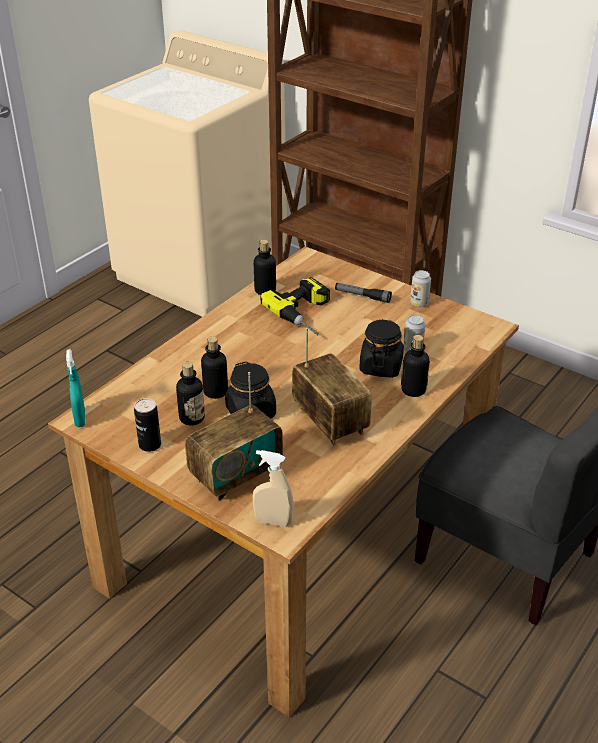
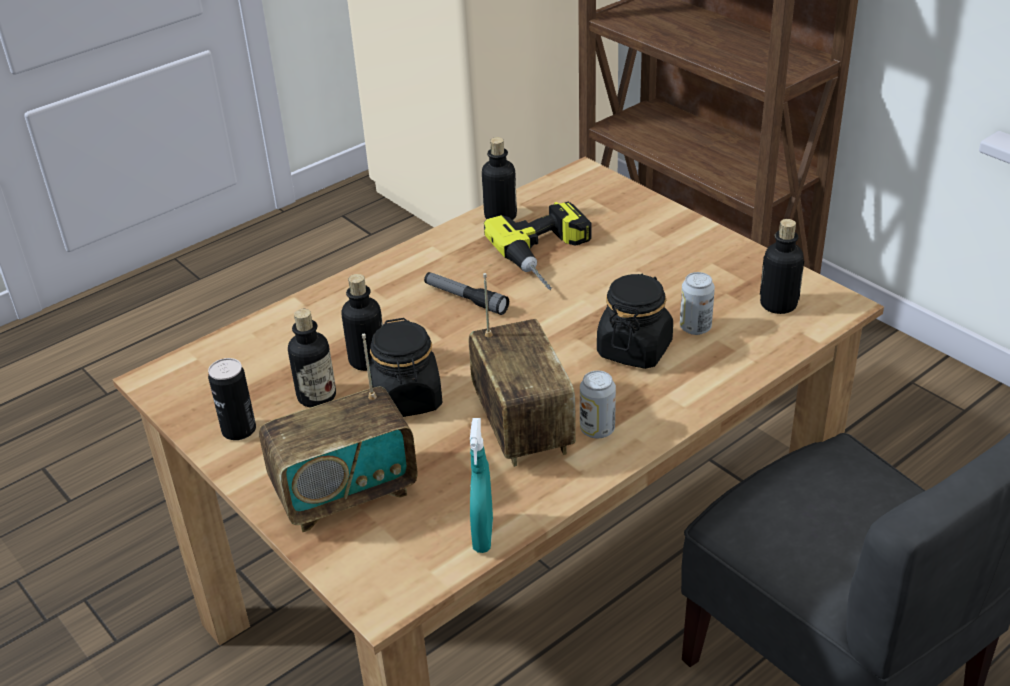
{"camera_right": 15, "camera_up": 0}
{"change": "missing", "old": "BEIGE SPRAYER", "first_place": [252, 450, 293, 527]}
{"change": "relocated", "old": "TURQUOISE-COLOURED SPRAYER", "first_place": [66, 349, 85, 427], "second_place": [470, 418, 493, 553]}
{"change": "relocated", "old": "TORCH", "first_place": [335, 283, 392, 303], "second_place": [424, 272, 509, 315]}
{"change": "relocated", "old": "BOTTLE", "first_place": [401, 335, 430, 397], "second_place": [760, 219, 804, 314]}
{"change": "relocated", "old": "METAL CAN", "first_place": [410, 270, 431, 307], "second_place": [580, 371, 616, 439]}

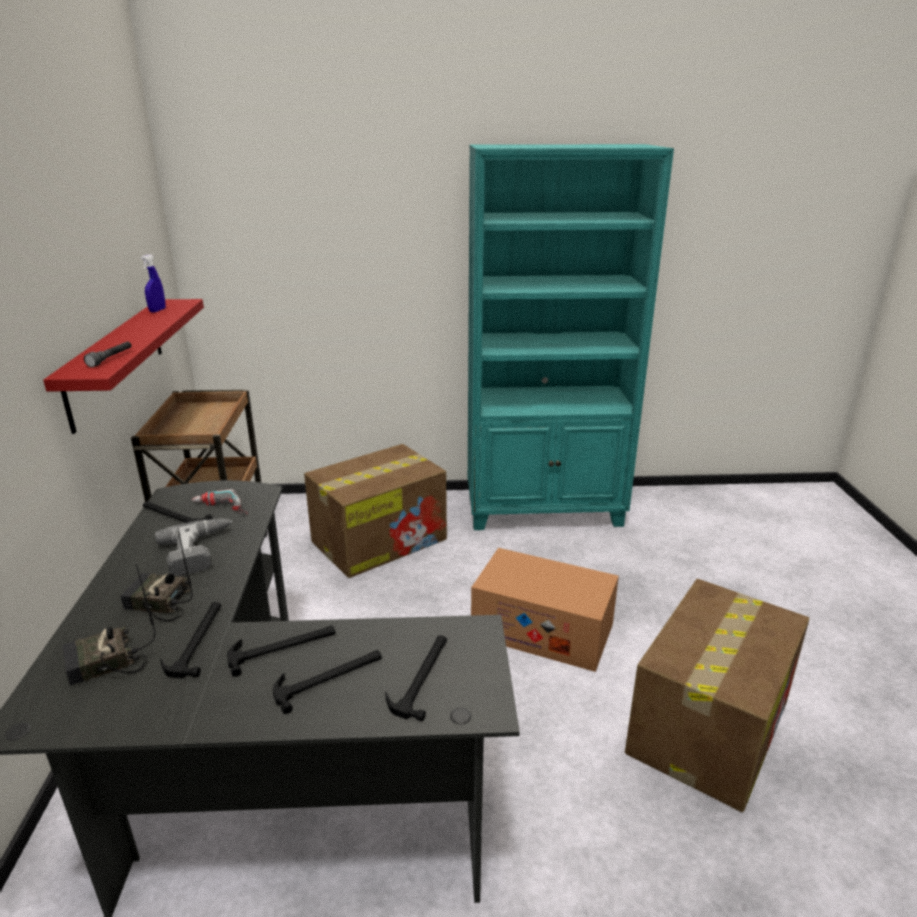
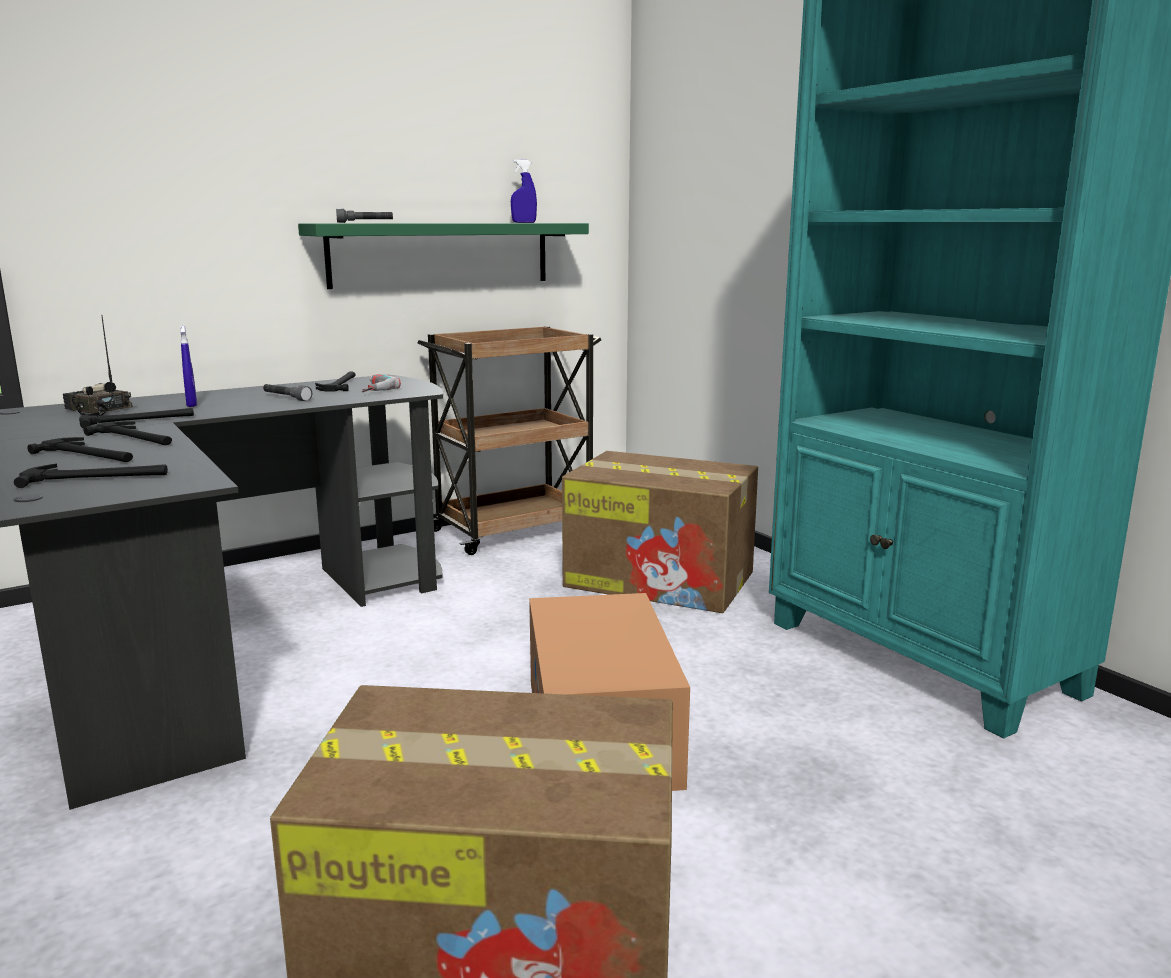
{"camera_right": 60, "camera_up": -10}
{"change": "exchanged", "old": "RADIO SET", "new": "BLUE SPRAYER", "first_place": [120, 528, 193, 622], "second_place": [180, 326, 197, 407]}
{"change": "exchanged", "old": "ELECTRIC DRILL", "new": "GRAY TORCH", "first_place": [155, 519, 232, 577], "second_place": [263, 384, 312, 401]}
{"change": "colour", "old": "RED-COLOURED WALL SHELF", "new": "GREENISH WALL SHELF", "first_place": [43, 299, 204, 434], "second_place": [298, 223, 589, 289]}

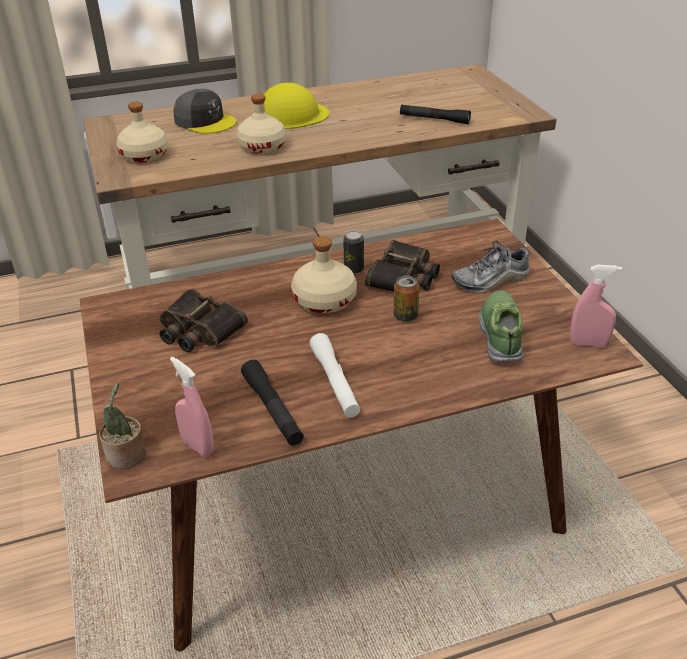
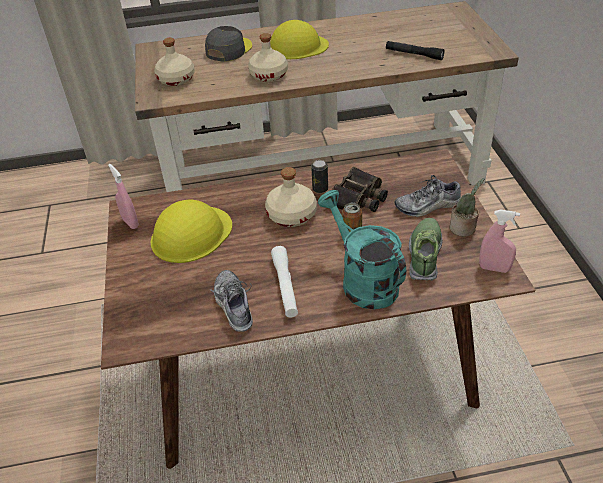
{"camera_right": 10, "camera_up": 5}
{"change": "appeared", "new": "TURQUOISE-COLOURED WATERING CAN", "second_place": [318, 190, 406, 309]}
{"change": "relocated", "old": "HOUSEPLANT", "first_place": [99, 383, 146, 469], "second_place": [450, 178, 485, 237]}
{"change": "relocated", "old": "PINK SPRAYER", "first_place": [170, 357, 214, 457], "second_place": [108, 164, 139, 229]}
{"change": "exchanged", "old": "BINOCULARS", "new": "YELLOW-COLOURED SAFETY HELMET", "first_place": [159, 289, 248, 353], "second_place": [151, 200, 232, 263]}
{"change": "exchanged", "old": "BLACKISH TORCH", "new": "LOW SHOE", "first_place": [241, 360, 304, 446], "second_place": [209, 270, 253, 332]}
{"change": "spun", "old": "GRAY BASEBALL CAP", "first_place": [173, 89, 237, 134], "second_place": [205, 26, 252, 62], "degrees": -105}

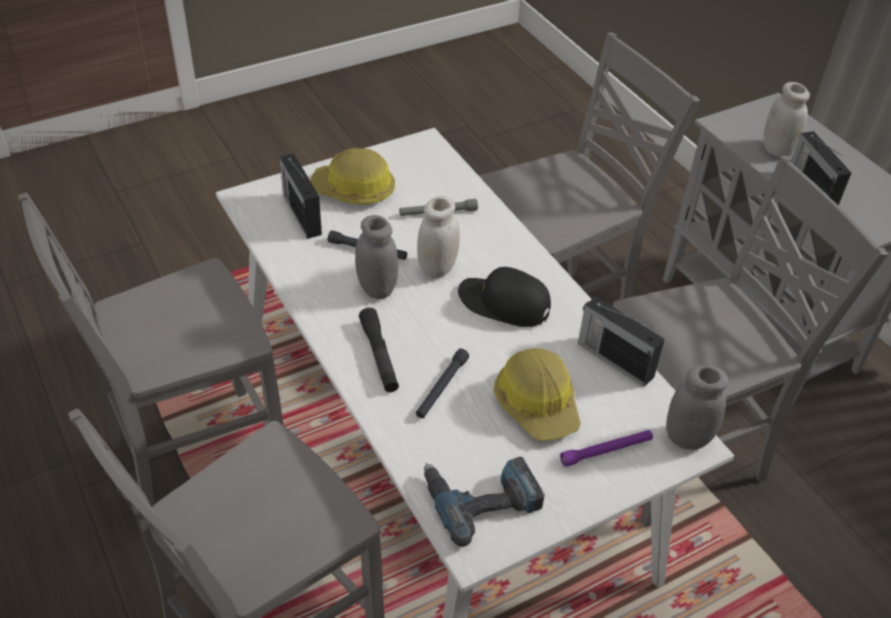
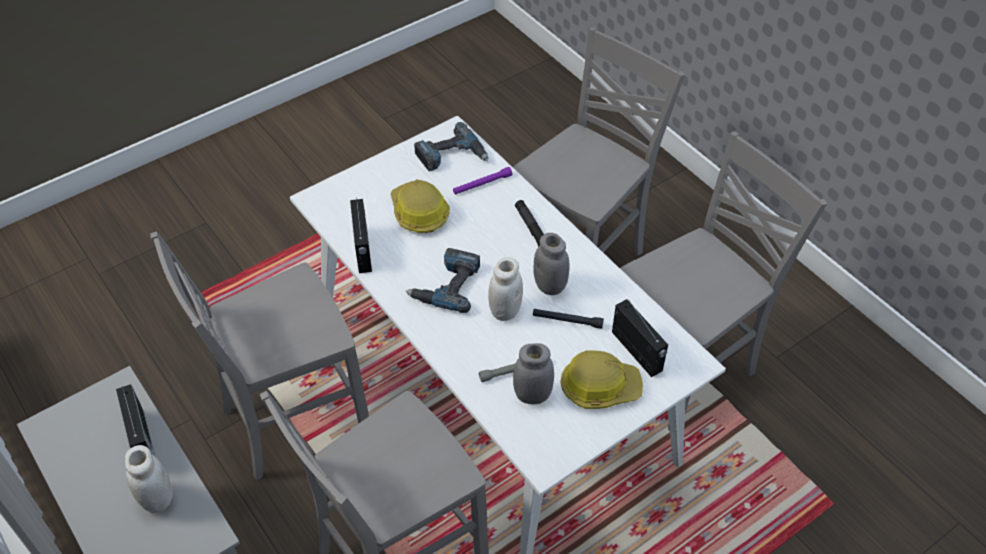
{"camera_right": 175, "camera_up": 5}
{"change": "missing", "old": "BLACKISH TORCH", "first_place": [416, 348, 469, 418]}
{"change": "relocated", "old": "PURPLE-COLOURED TORCH", "first_place": [560, 430, 653, 467], "second_place": [453, 167, 512, 195]}
{"change": "relocated", "old": "GRAY JAR", "first_place": [666, 365, 728, 450], "second_place": [513, 343, 554, 404]}
{"change": "exchanged", "old": "BLACKISH BASEBALL CAP", "new": "ELECTRIC DRILL", "first_place": [458, 267, 551, 327], "second_place": [405, 248, 480, 313]}
{"change": "spun", "old": "RADIO SET", "first_place": [578, 296, 665, 387], "second_place": [350, 197, 372, 273], "degrees": 45}

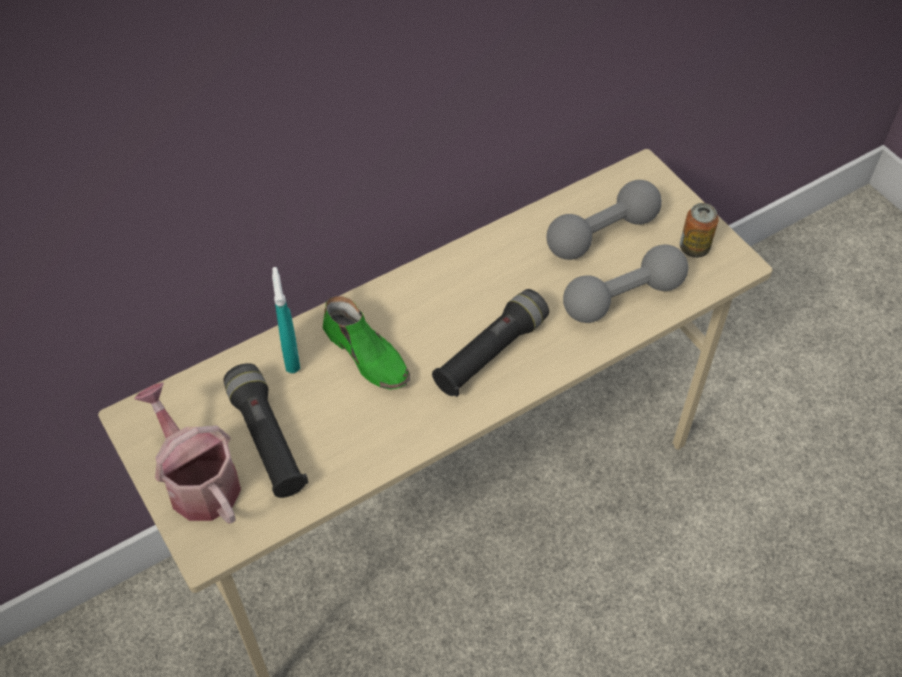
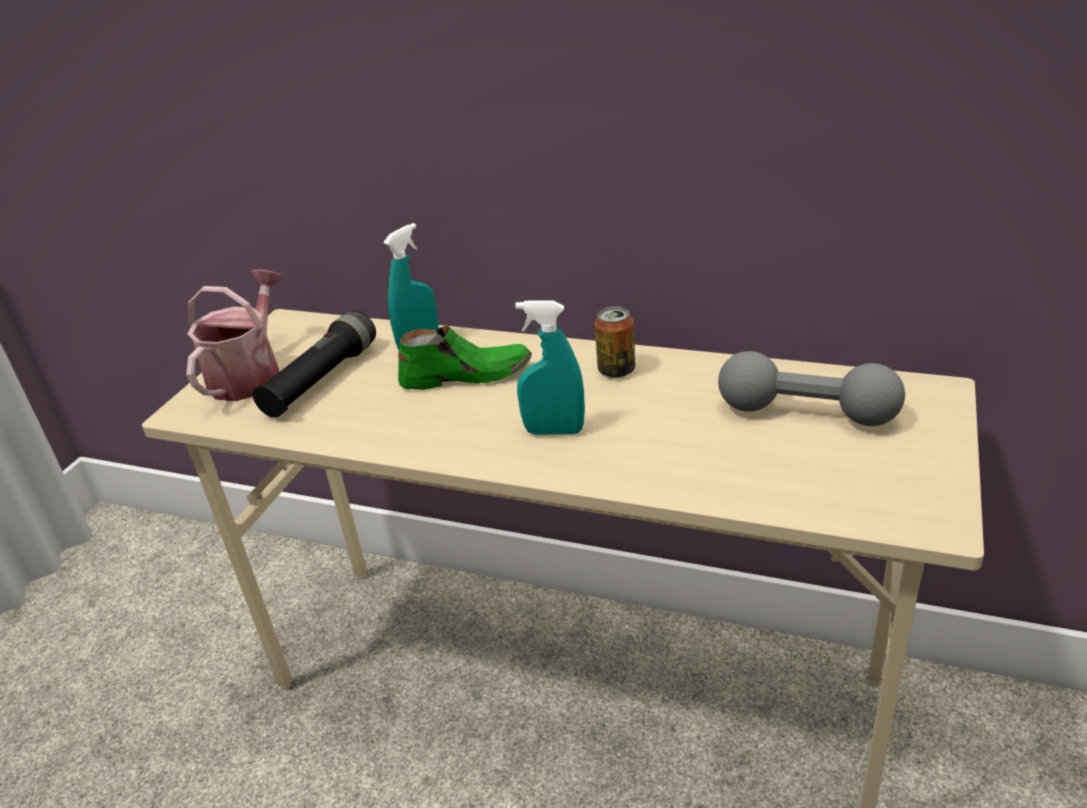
{"camera_right": 55, "camera_up": -20}
{"change": "missing", "old": "GRAY HAND WEIGHT", "first_place": [563, 244, 688, 323]}
{"change": "relocated", "old": "METAL CAN", "first_place": [680, 203, 719, 258], "second_place": [595, 306, 635, 378]}
{"change": "exchanged", "old": "BLACKISH TORCH", "new": "TURQUOISE-COLOURED SPRAYER", "first_place": [432, 289, 549, 397], "second_place": [515, 300, 585, 435]}
{"change": "spun", "old": "GREENISH LOW SHOE", "first_place": [323, 296, 410, 390], "second_place": [398, 325, 532, 390], "degrees": -105}

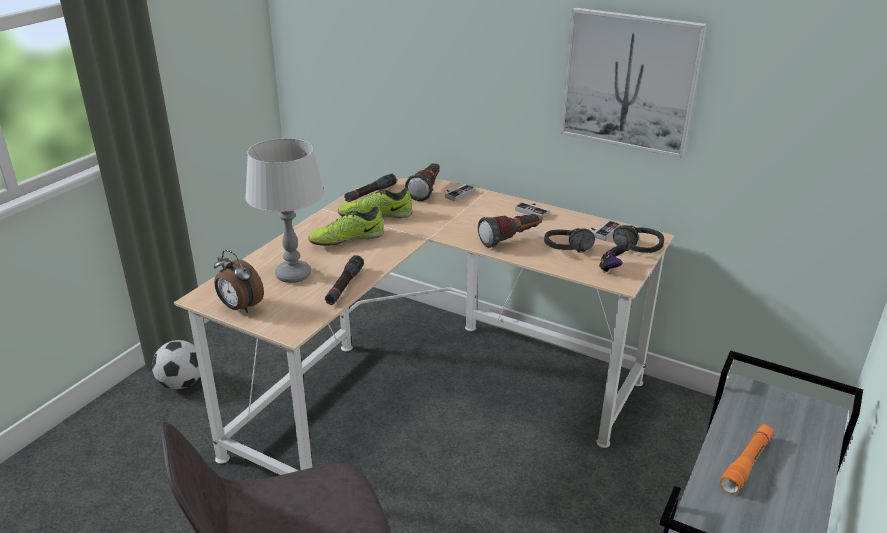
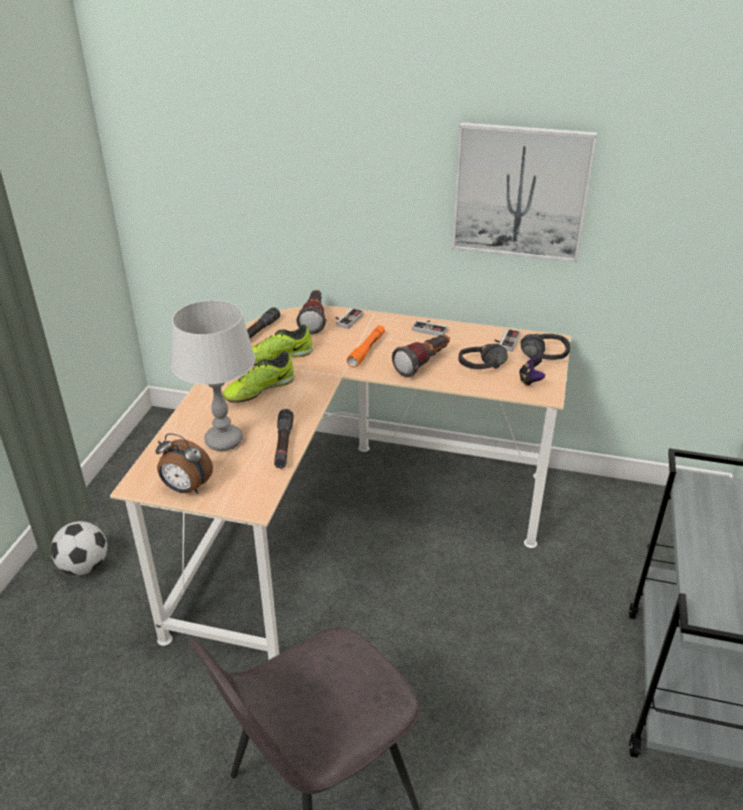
{"camera_right": -15, "camera_up": 5}
{"change": "relocated", "old": "ORANGE TORCH", "first_place": [720, 424, 774, 494], "second_place": [347, 325, 385, 367]}

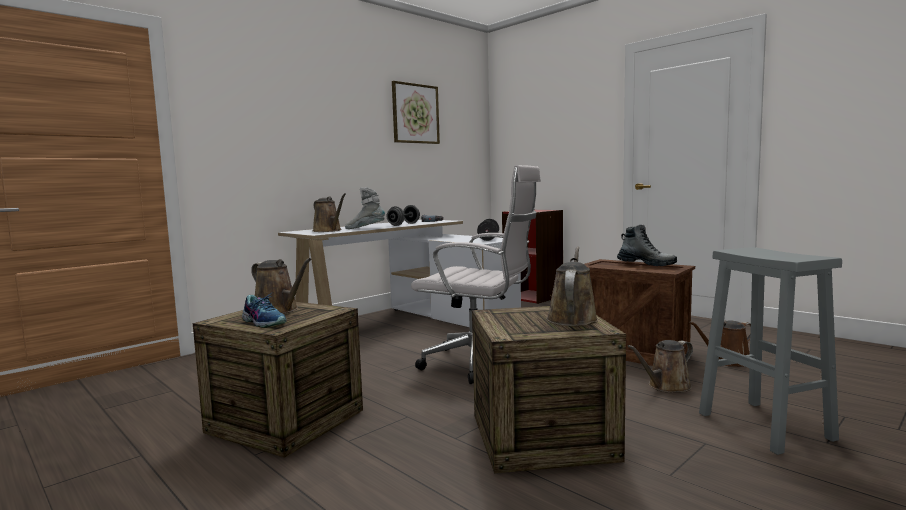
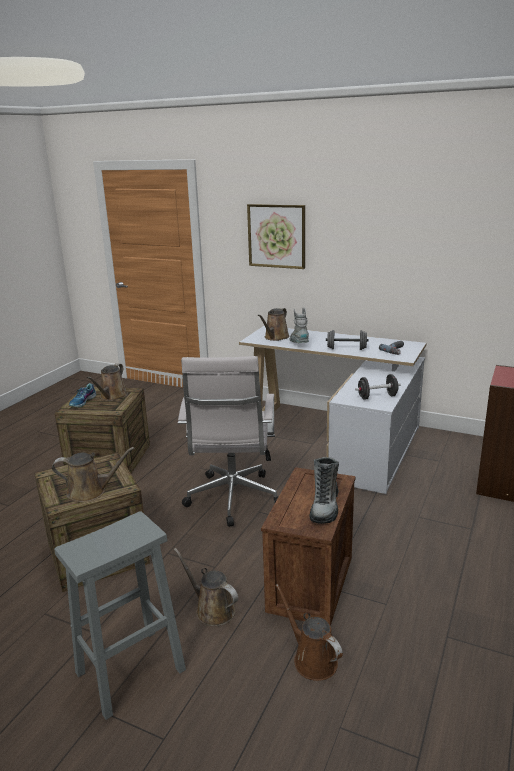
{"camera_right": 70, "camera_up": 15}
{"change": "relocated", "old": "PICTURE", "first_place": [392, 81, 440, 144], "second_place": [247, 204, 305, 269]}

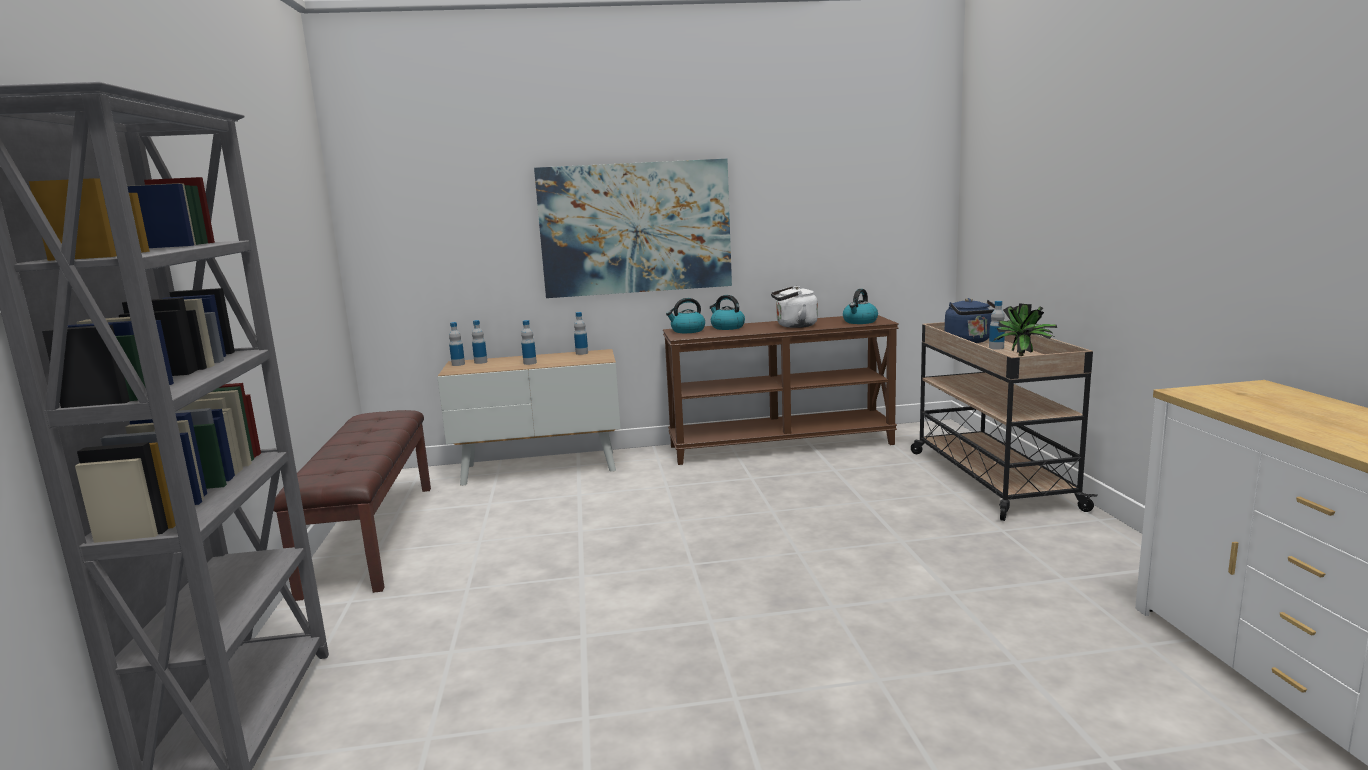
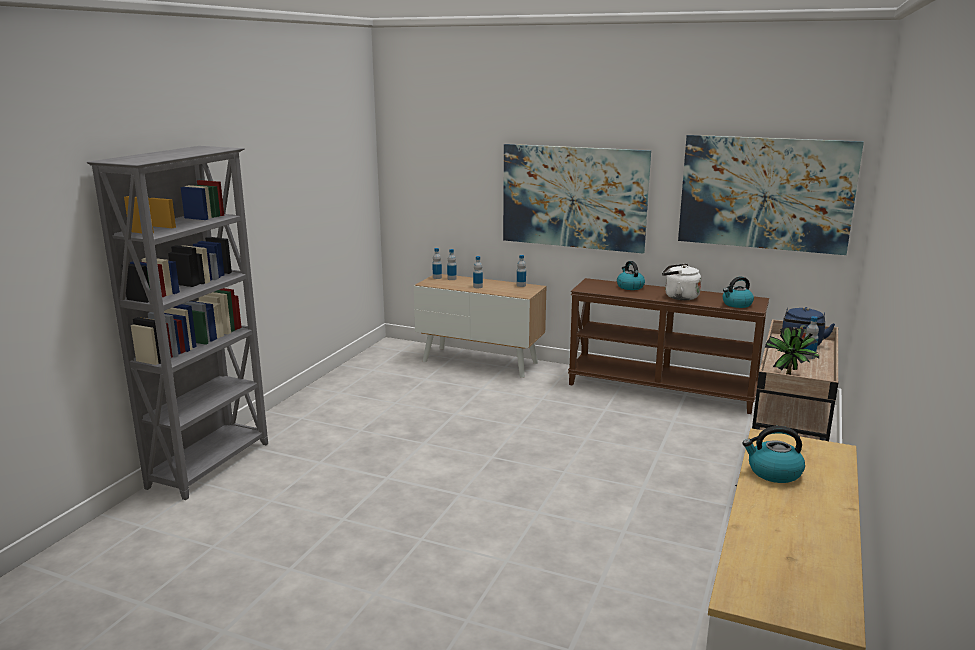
{"camera_right": 30, "camera_up": 5}
{"change": "missing", "old": "BROWN-COLOURED BENCH", "first_place": [273, 410, 431, 601]}
{"change": "appeared", "new": "PICTURE", "second_place": [678, 135, 864, 255]}
{"change": "relocated", "old": "WATER KETTLE", "first_place": [666, 298, 705, 333], "second_place": [742, 426, 805, 483]}

